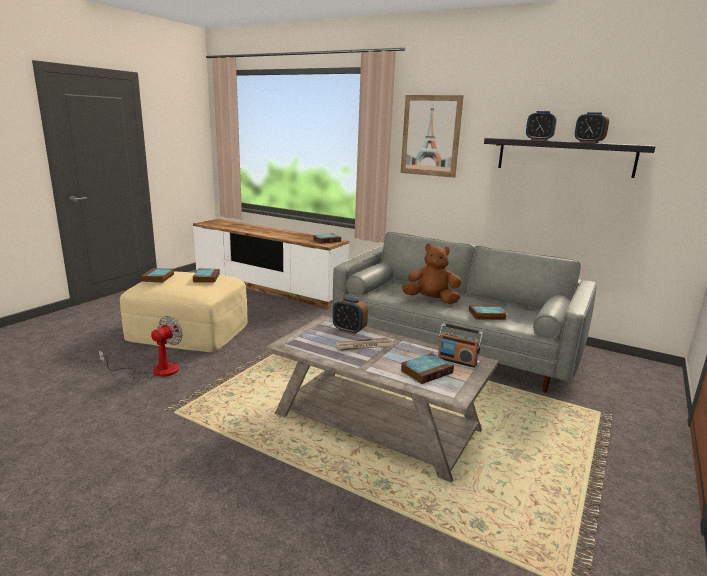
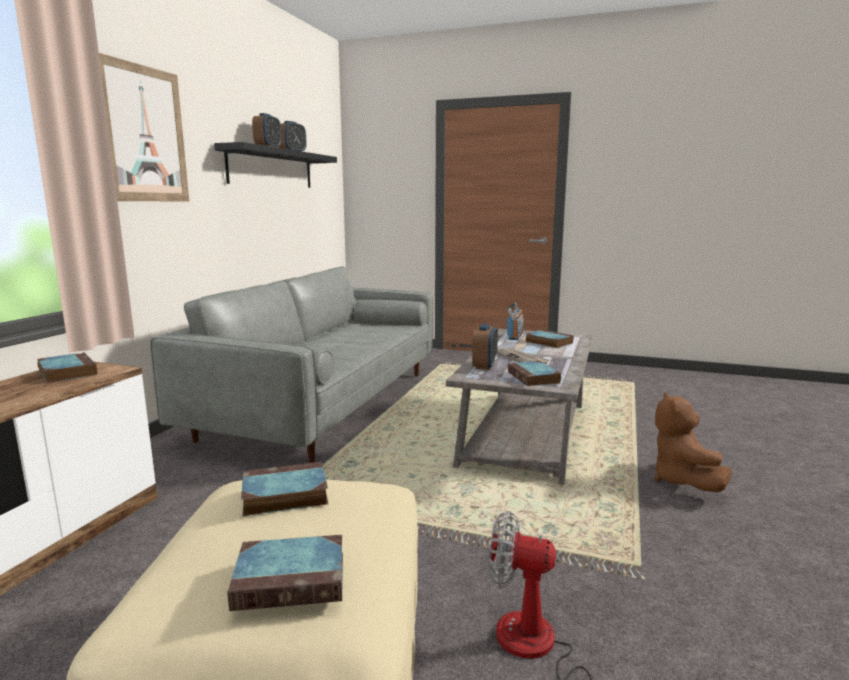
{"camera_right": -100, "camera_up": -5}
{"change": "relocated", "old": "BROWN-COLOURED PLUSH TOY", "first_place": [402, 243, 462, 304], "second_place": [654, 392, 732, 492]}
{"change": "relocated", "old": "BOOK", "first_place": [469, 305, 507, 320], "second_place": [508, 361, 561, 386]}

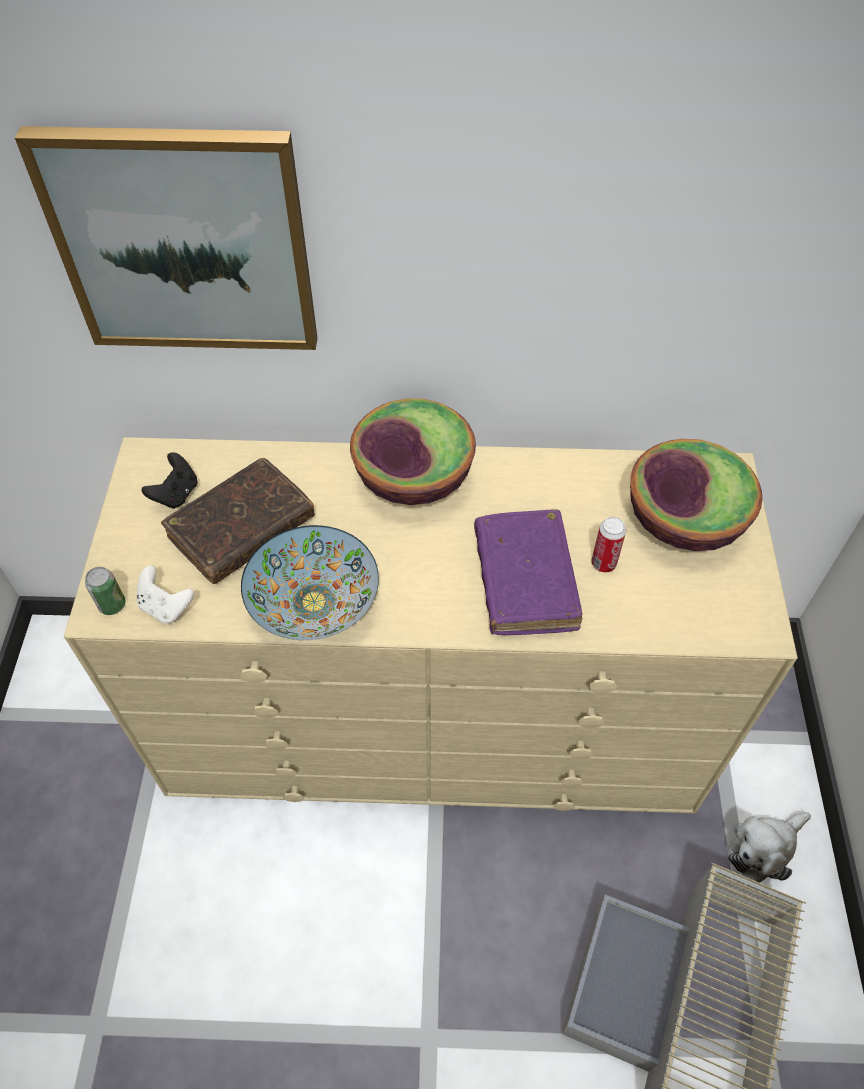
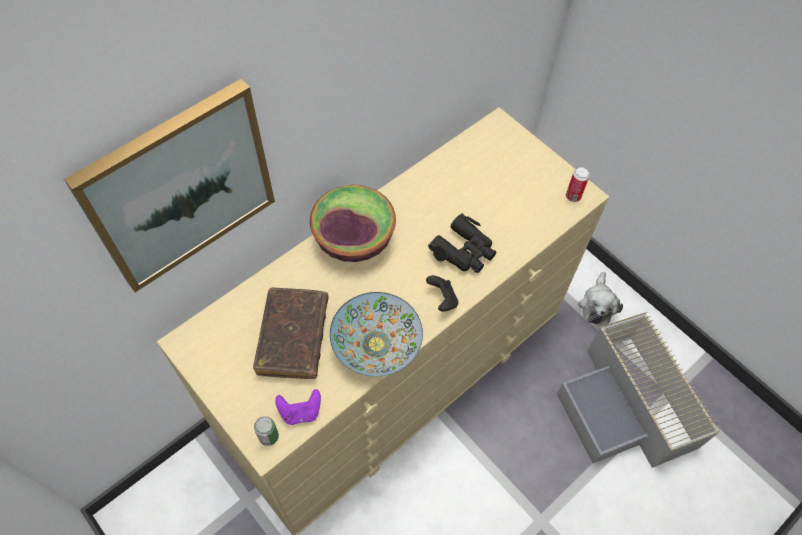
{"camera_right": -45, "camera_up": 5}
{"change": "missing", "old": "DEEP DISH", "first_place": [630, 439, 762, 551]}
{"change": "relocated", "old": "BLACKISH JOYPAD", "first_place": [142, 452, 198, 509], "second_place": [426, 275, 458, 312]}
{"change": "relocated", "old": "METAL CAN", "first_place": [591, 517, 626, 573], "second_place": [566, 167, 590, 202]}
{"change": "exchanged", "old": "PURPLE-COLOURED BOOK", "new": "BLACKISH BINOCULARS", "first_place": [474, 509, 582, 635], "second_place": [428, 213, 496, 273]}
{"change": "colour", "old": "WHITISH JOYPAD", "new": "PURPLE-COLOURED JOYPAD", "first_place": [137, 565, 194, 624], "second_place": [275, 389, 321, 425]}

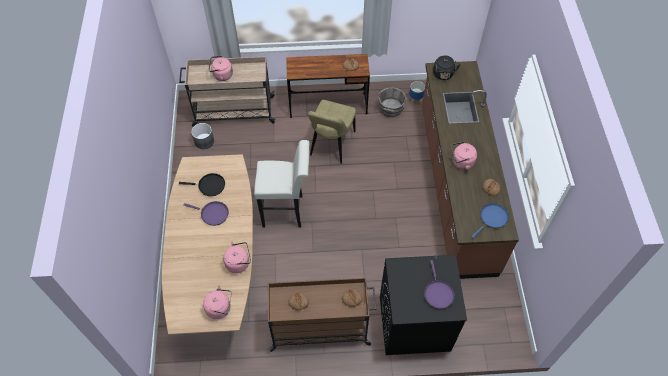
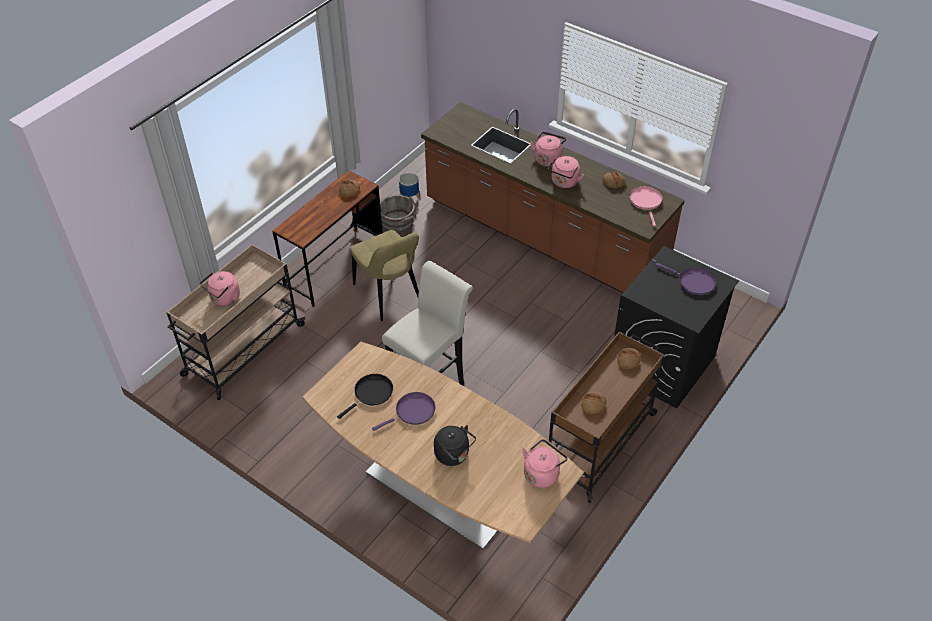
{"camera_right": -50, "camera_up": -10}
{"change": "missing", "old": "GRAY FLOWER POT", "first_place": [191, 123, 214, 149]}
{"change": "relocated", "old": "PINK WATER KETTLE", "first_place": [223, 242, 251, 273], "second_place": [530, 132, 566, 167]}
{"change": "relocated", "old": "BLACKISH WATER KETTLE", "first_place": [433, 56, 460, 80], "second_place": [434, 425, 476, 466]}
{"change": "colour", "old": "BLUE FRYING PAN", "new": "PINK FRYING PAN", "first_place": [471, 203, 509, 238], "second_place": [629, 186, 663, 226]}

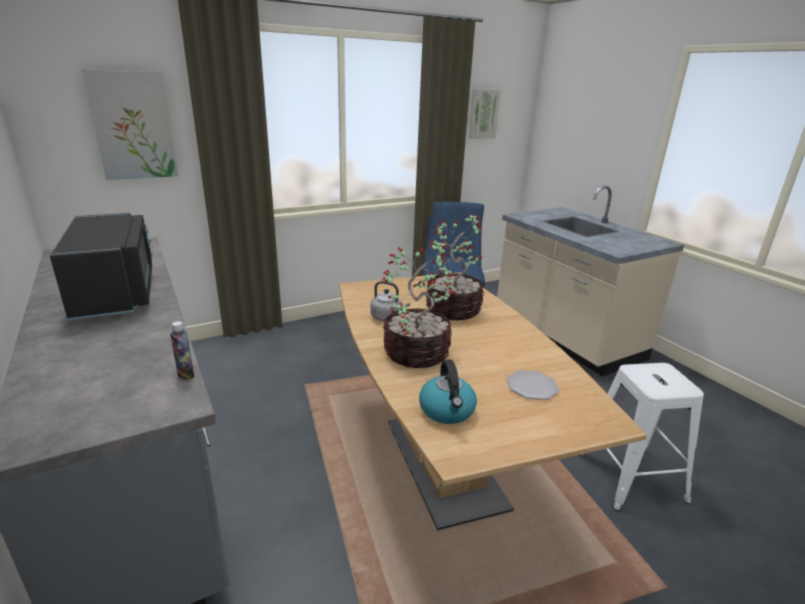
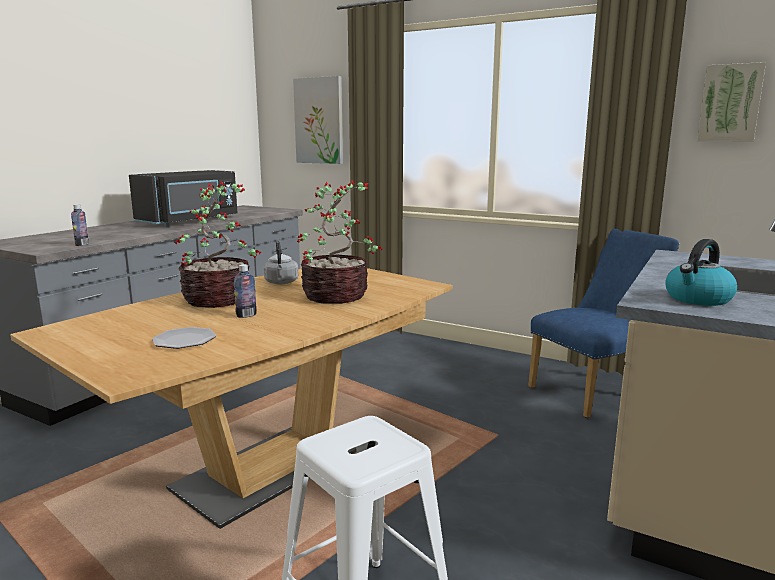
{"camera_right": 60, "camera_up": -10}
{"change": "appeared", "new": "BOTTLE", "second_place": [234, 264, 257, 318]}
{"change": "relocated", "old": "WATER KETTLE", "first_place": [419, 359, 477, 424], "second_place": [665, 239, 737, 306]}

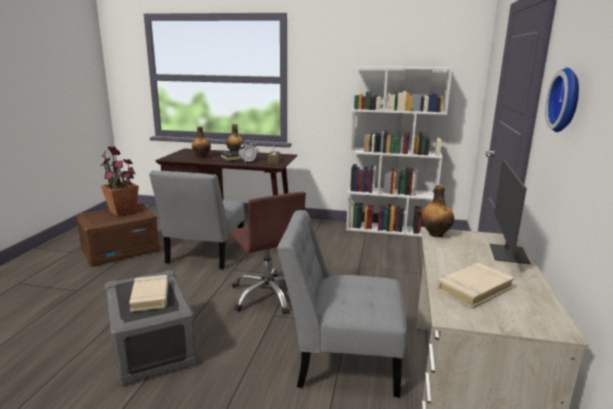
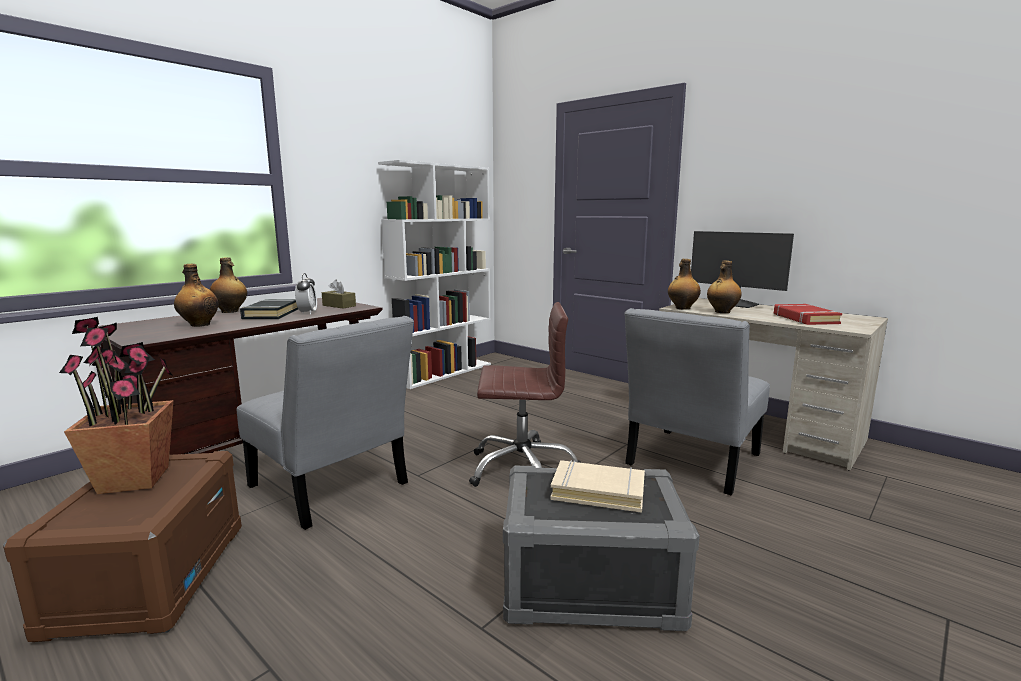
{"camera_right": -60, "camera_up": -5}
{"change": "missing", "old": "CLOCK ON THE WALL", "first_place": [545, 67, 579, 132]}
{"change": "appeared", "new": "BOTTLE", "second_place": [707, 260, 742, 313]}
{"change": "colour", "old": "BEIGE BOOK", "new": "RED-COLOURED BOOK", "first_place": [436, 263, 514, 309], "second_place": [774, 304, 842, 325]}

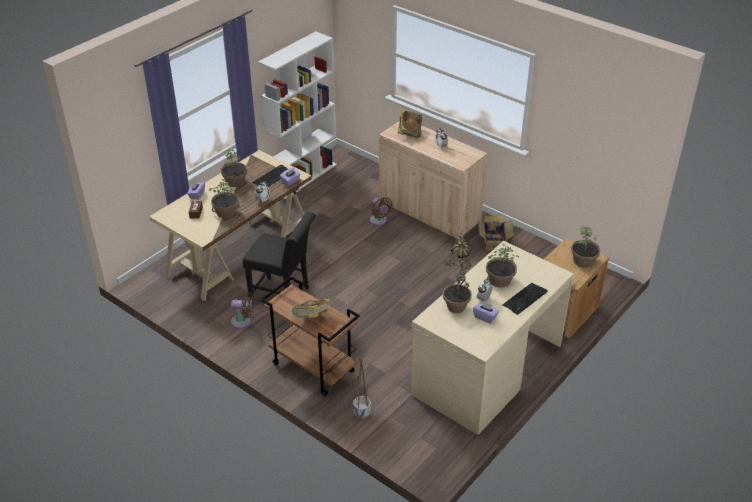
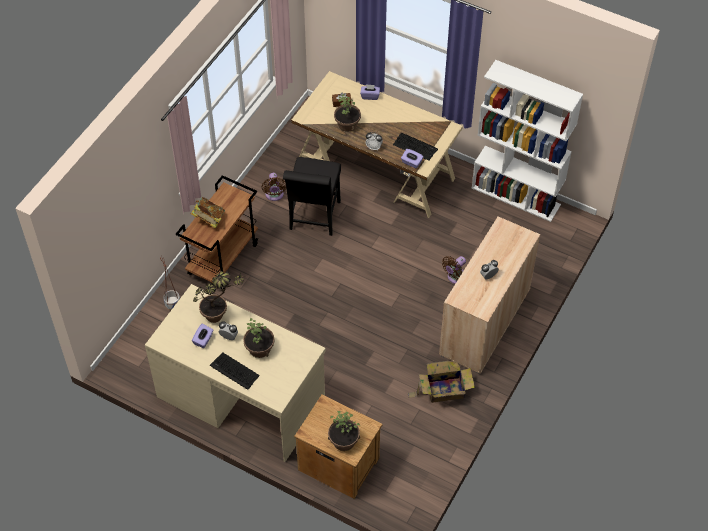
{"camera_right": 80, "camera_up": 15}
{"change": "missing", "old": "HOUSEPLANT", "first_place": [221, 149, 247, 187]}
{"change": "missing", "old": "BOOK", "first_place": [398, 108, 422, 138]}

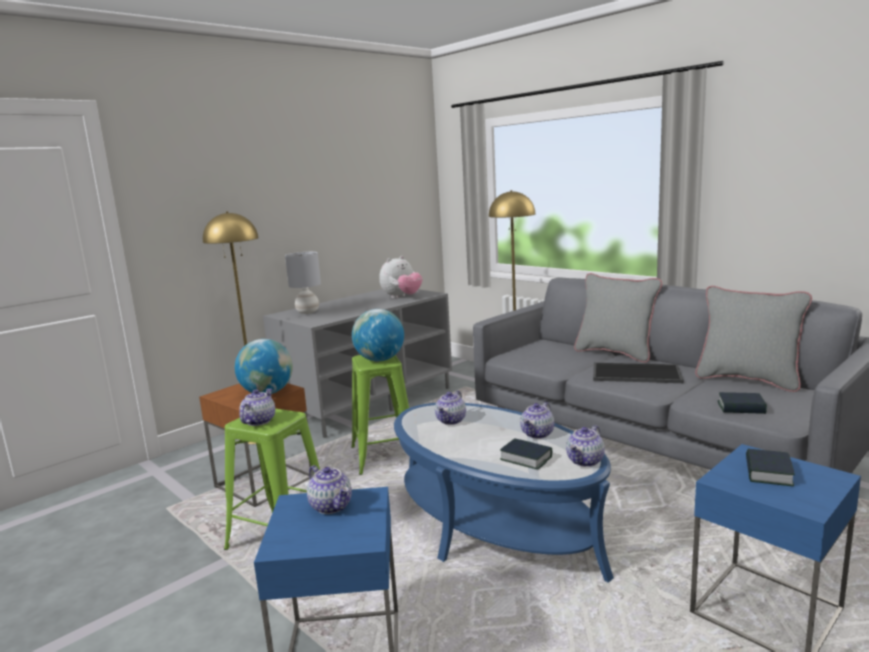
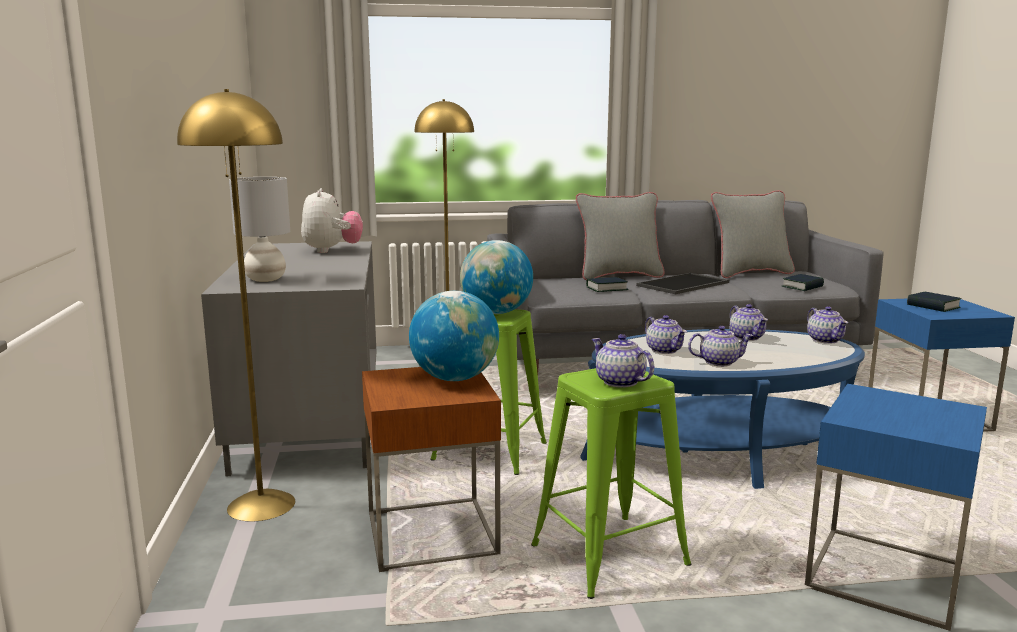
{"camera_right": -55, "camera_up": 0}
{"change": "relocated", "old": "TEAPOT", "first_place": [307, 465, 352, 514], "second_place": [688, 326, 753, 367]}
{"change": "relocated", "old": "BOOK", "first_place": [500, 438, 552, 470], "second_place": [586, 277, 628, 292]}

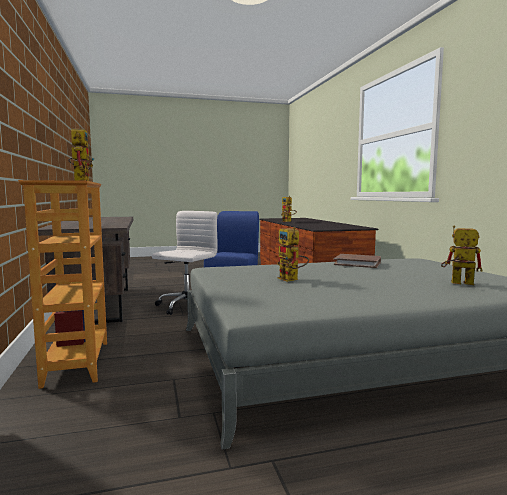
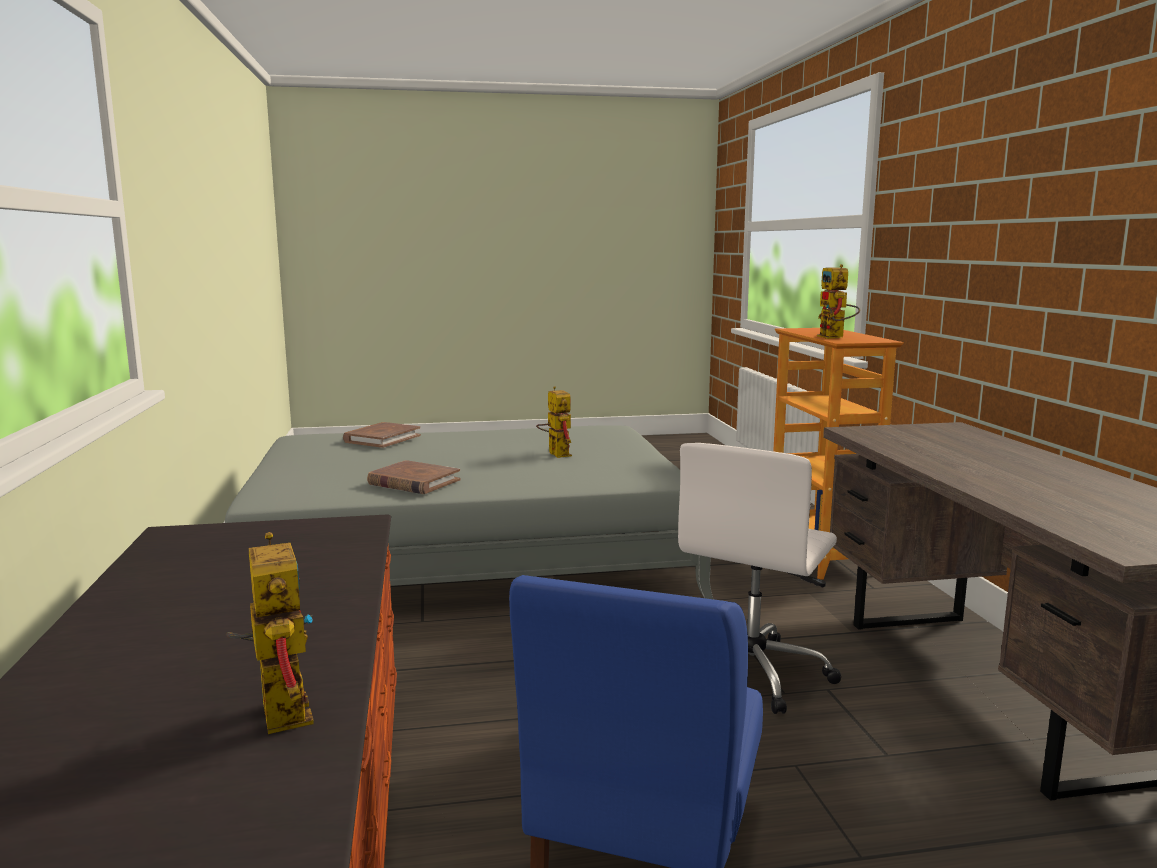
{"camera_right": -175, "camera_up": 5}
{"change": "exchanged", "old": "ROBOT FIGURE", "new": "BROWN-COLOURED BOOK", "first_place": [441, 225, 483, 285], "second_place": [343, 422, 421, 448]}

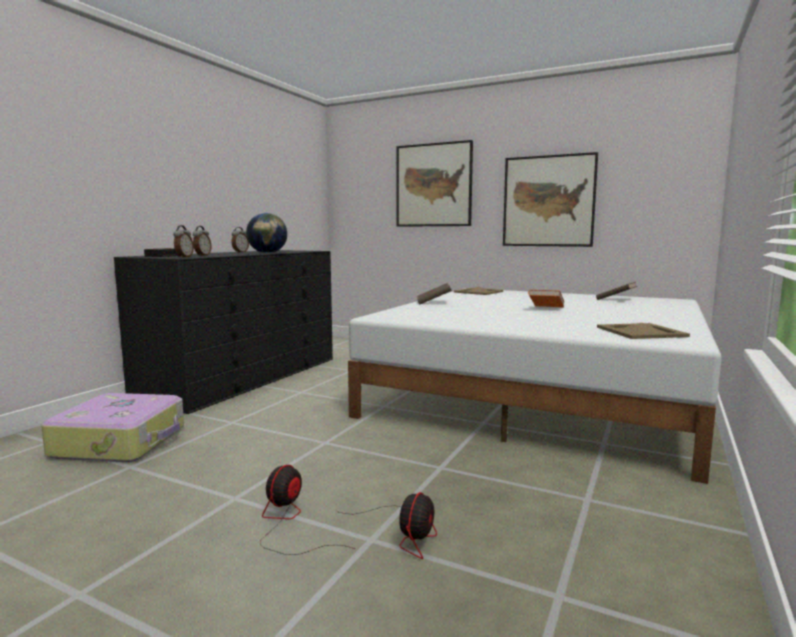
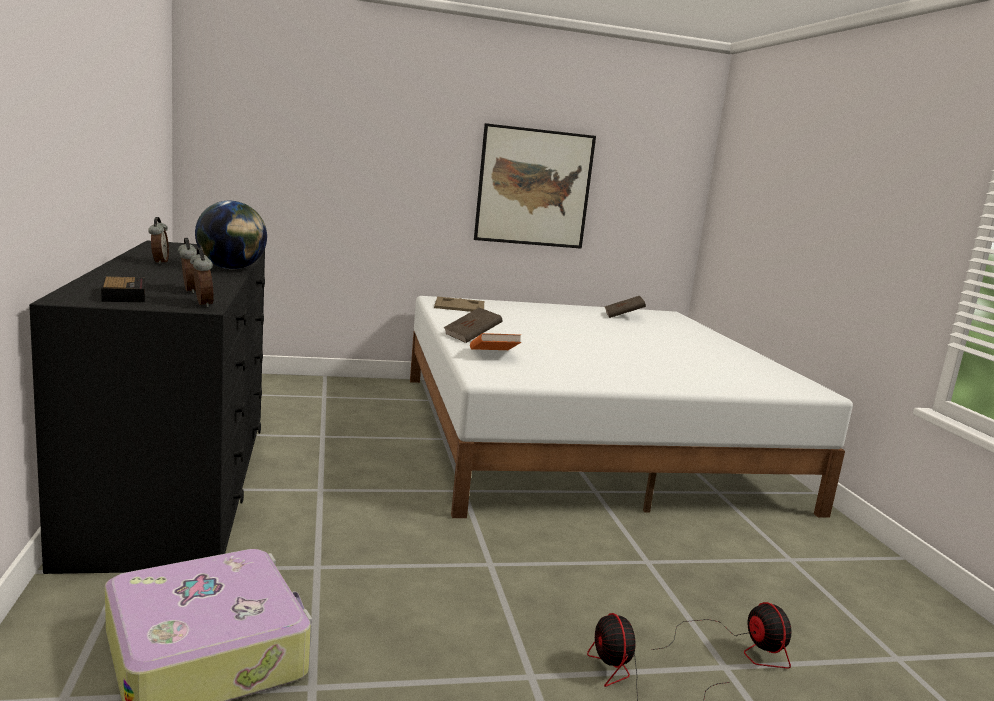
{"camera_right": -40, "camera_up": 5}
{"change": "missing", "old": "PICTURE", "first_place": [396, 140, 473, 227]}
{"change": "missing", "old": "BEIGE CARRYING TRAY", "first_place": [597, 323, 690, 339]}
{"change": "relocated", "old": "ORANGE BOOK", "first_place": [528, 290, 564, 308], "second_place": [470, 333, 521, 350]}

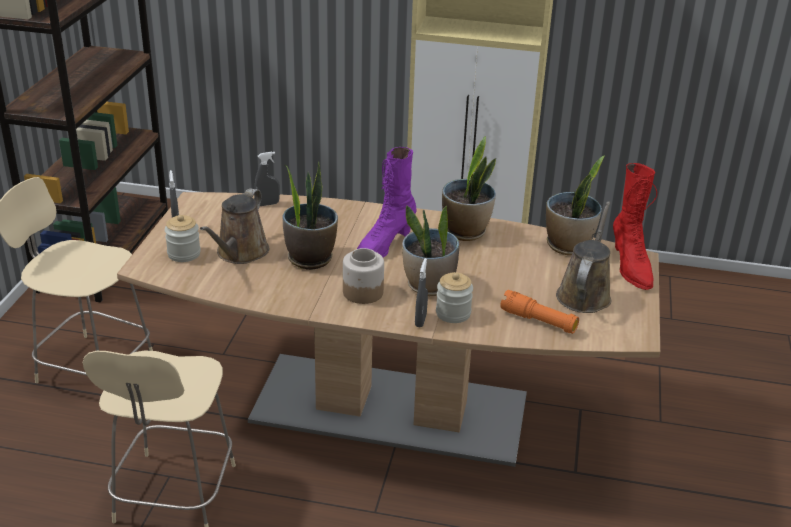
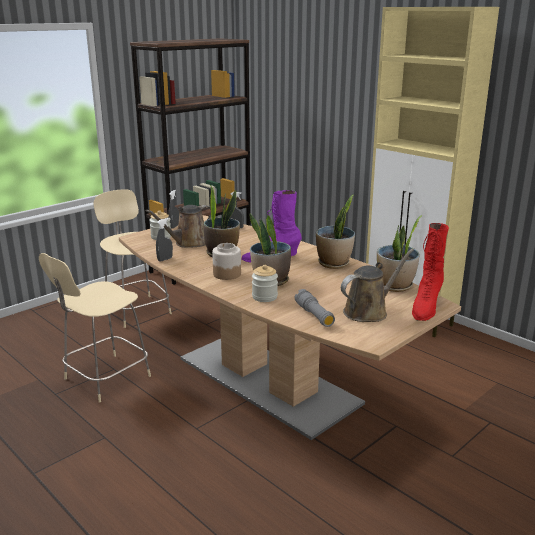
{"camera_right": 35, "camera_up": -10}
{"change": "relocated", "old": "GRAY SPRAYER", "first_place": [415, 258, 428, 328], "second_place": [156, 218, 173, 262]}
{"change": "colour", "old": "ORANGE TORCH", "new": "GRAY TORCH", "first_place": [500, 290, 579, 334], "second_place": [295, 289, 335, 327]}

